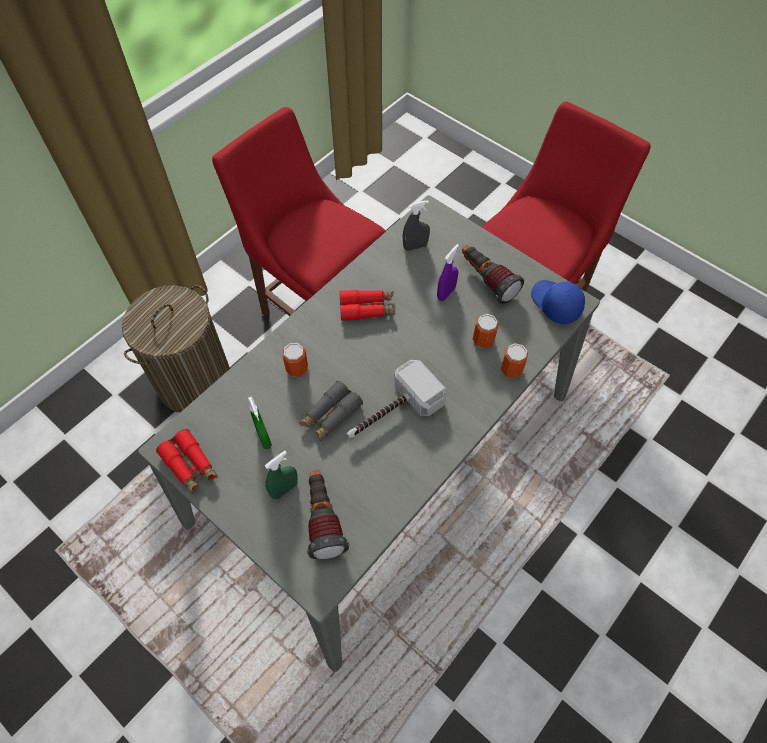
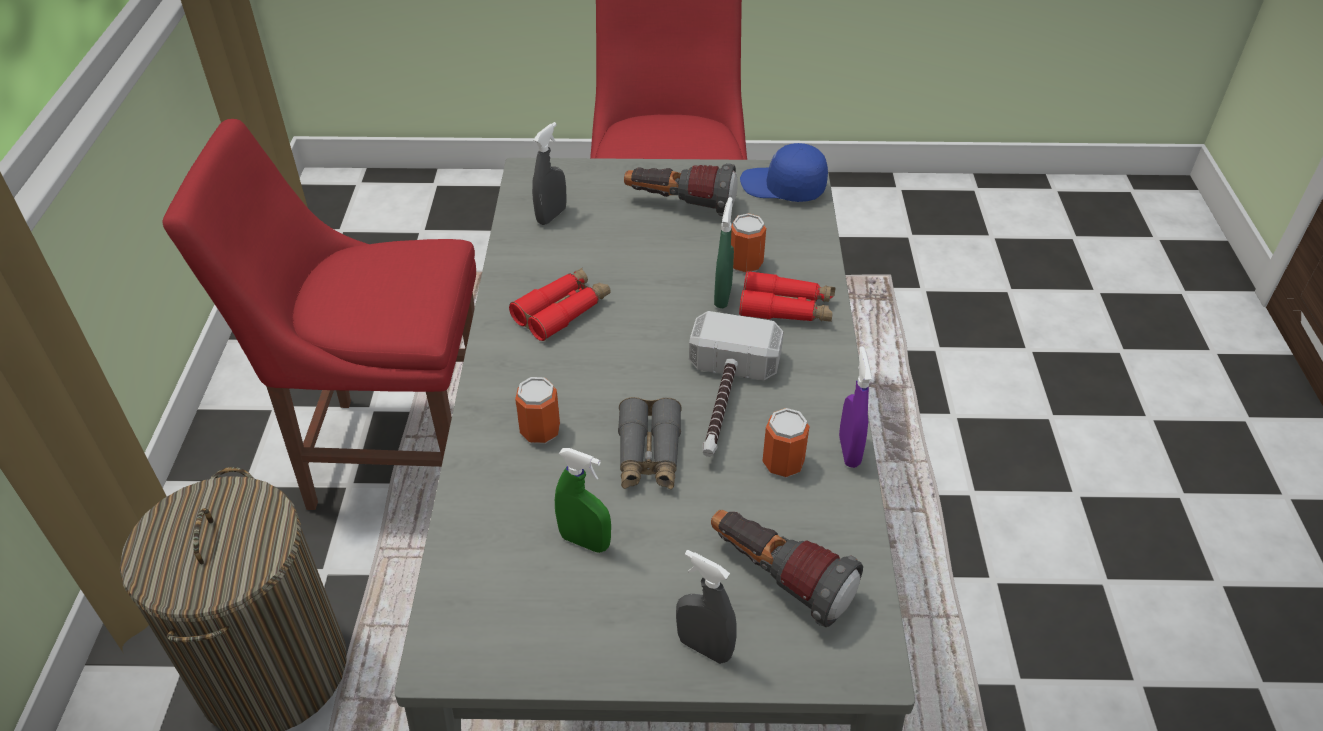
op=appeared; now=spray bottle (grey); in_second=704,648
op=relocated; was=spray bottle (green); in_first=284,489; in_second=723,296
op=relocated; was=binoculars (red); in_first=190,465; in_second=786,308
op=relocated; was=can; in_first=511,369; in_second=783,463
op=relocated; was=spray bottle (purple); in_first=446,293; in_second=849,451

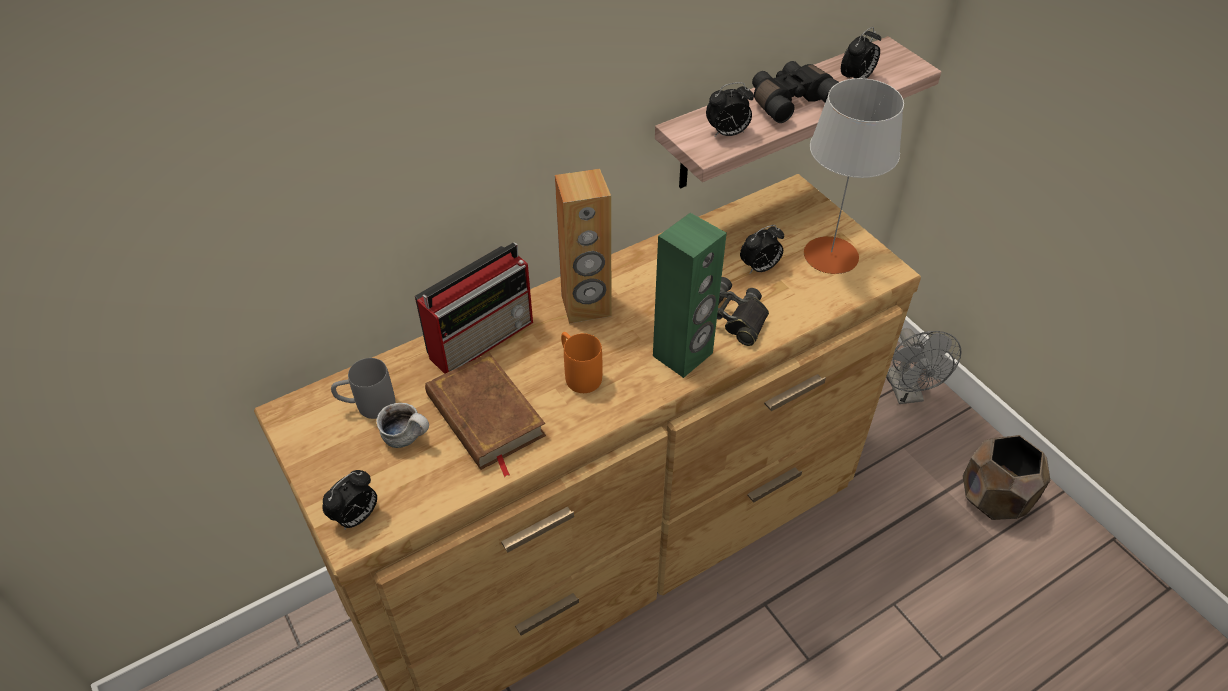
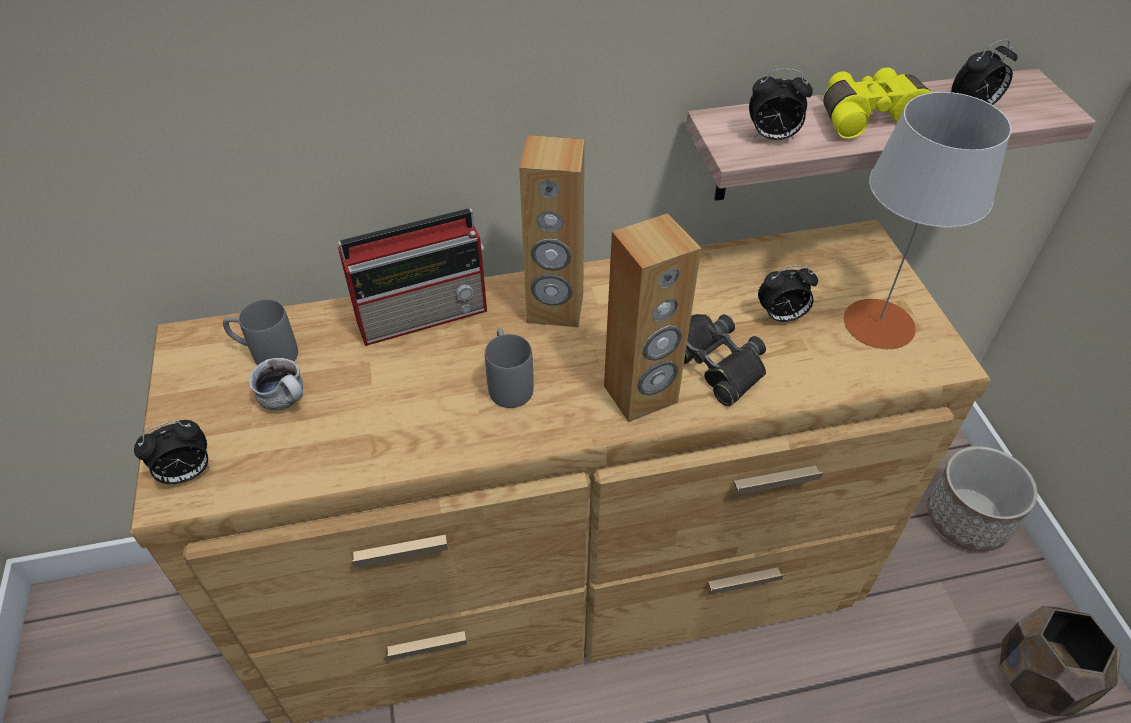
op=colour; was=mug (orange); now=mug (grey); in_first=578,373; in_second=508,383
op=colour; was=speaker (green); now=speaker (brown); in_first=683,355; in_second=641,395
op=colour; was=binoculars (black); now=binoculars (yellow); in_first=789,100; in_second=871,116
op=exchanged; was=fan (grey); now=planter; in_first=907,393; in_second=967,518
op=missing; was=book (brown); in_first=485,416

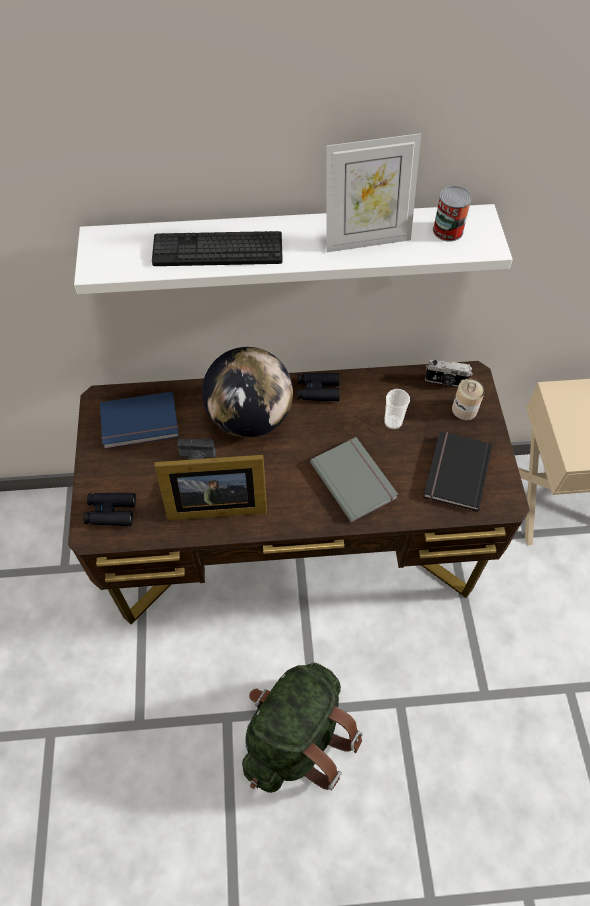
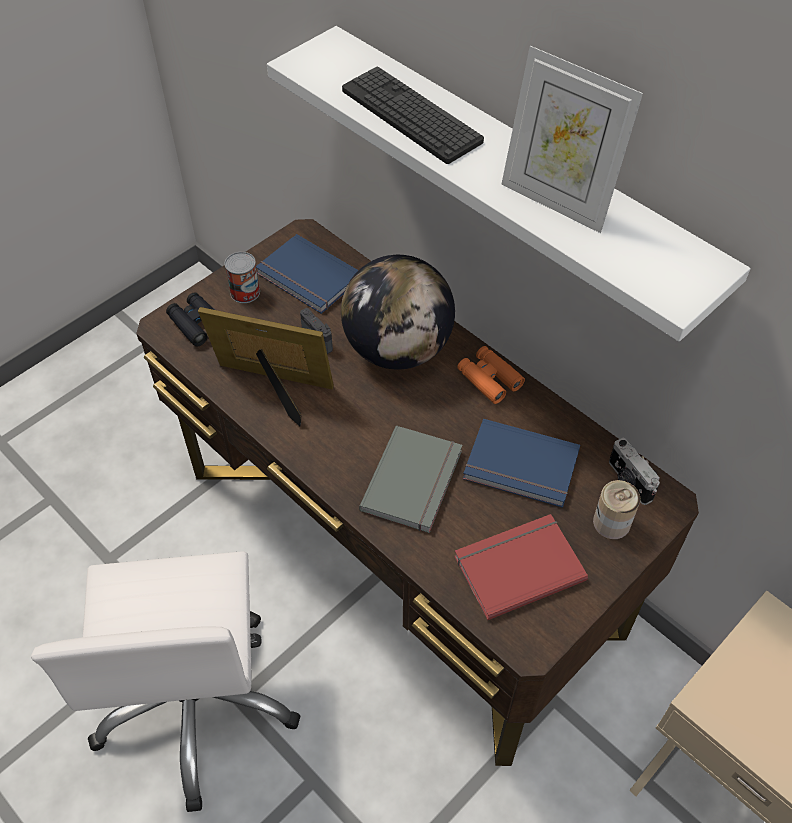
op=exchanged; was=backpack (green); now=office chair (white); in_first=296,737; in_second=197,703
op=spun; was=picture frame; in_first=213,504; in_second=275,388; clockwise=150
op=relocated; was=can; in_first=448,231; in_second=245,292
op=colour; was=book (black); now=book (red); in_first=454,472; in_second=517,566
op=colour; was=binoculars (black); now=binoculars (orange); in_first=318,390; in_second=489,379
op=exchanged; was=cup; now=book (blue); in_first=393,422; in_second=521,468

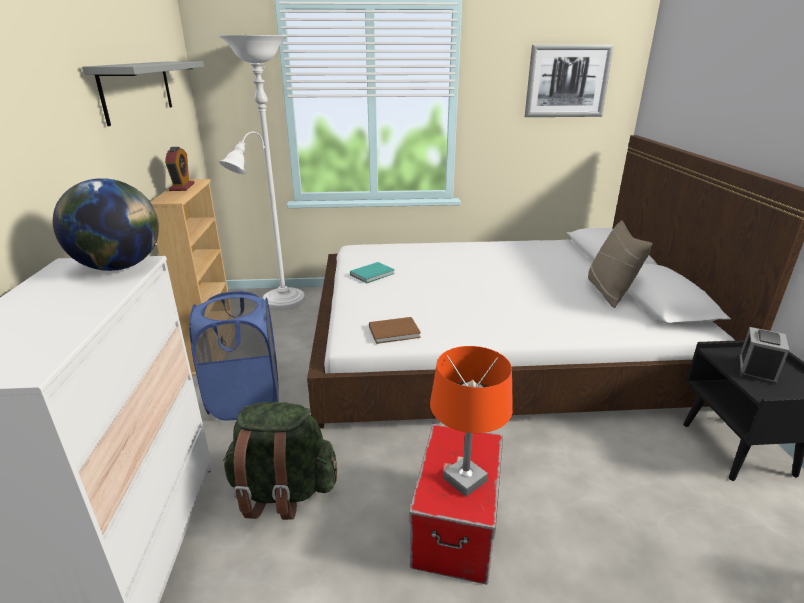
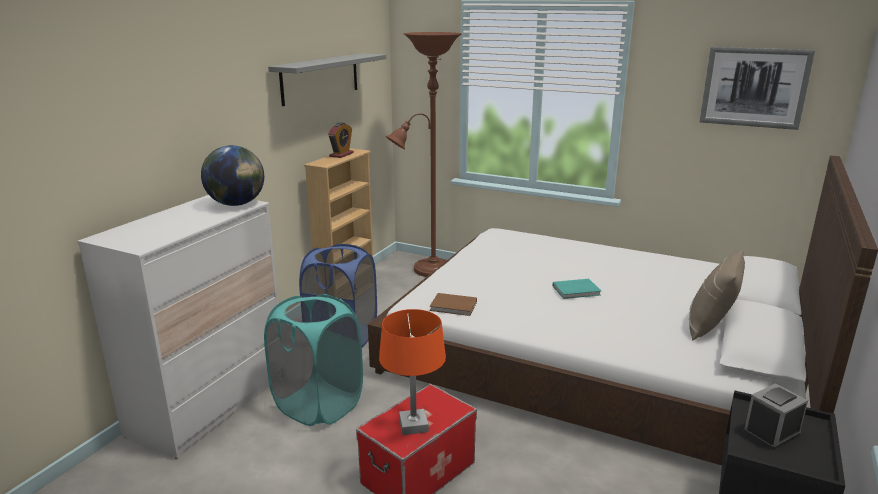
op=exchanged; was=backpack (green); now=laundry basket (turquoise); in_first=283,491; in_second=318,405
op=colour; was=floor lamp (white); now=floor lamp (brown); in_first=280,302; in_second=428,270
op=relocated; was=book (turquoise); in_first=373,274; in_second=577,291

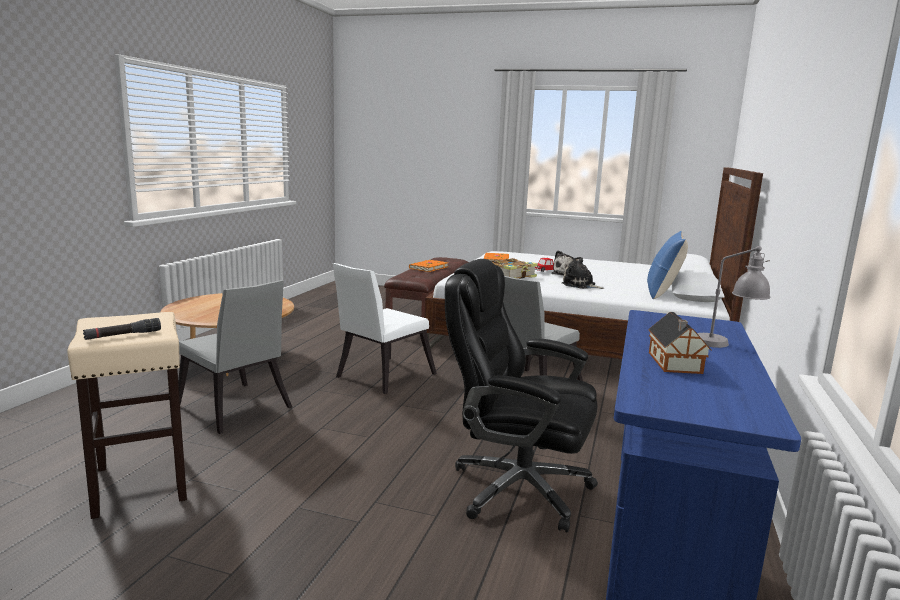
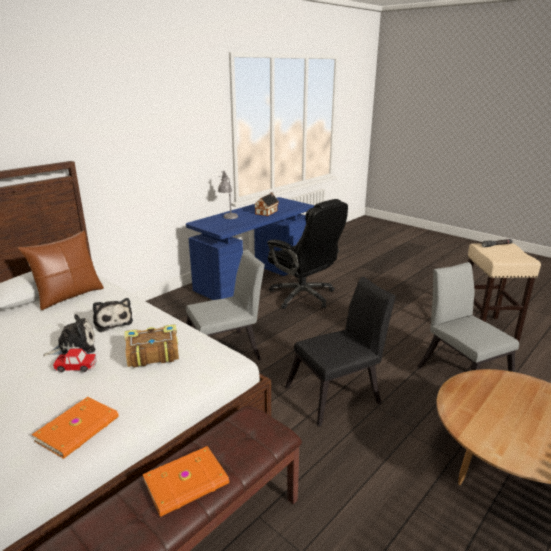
op=colour; was=pillow (blue); now=pillow (brown); in_first=662,293; in_second=69,296
op=colour; was=chair (white); now=chair (black); in_first=381,377; in_second=338,394

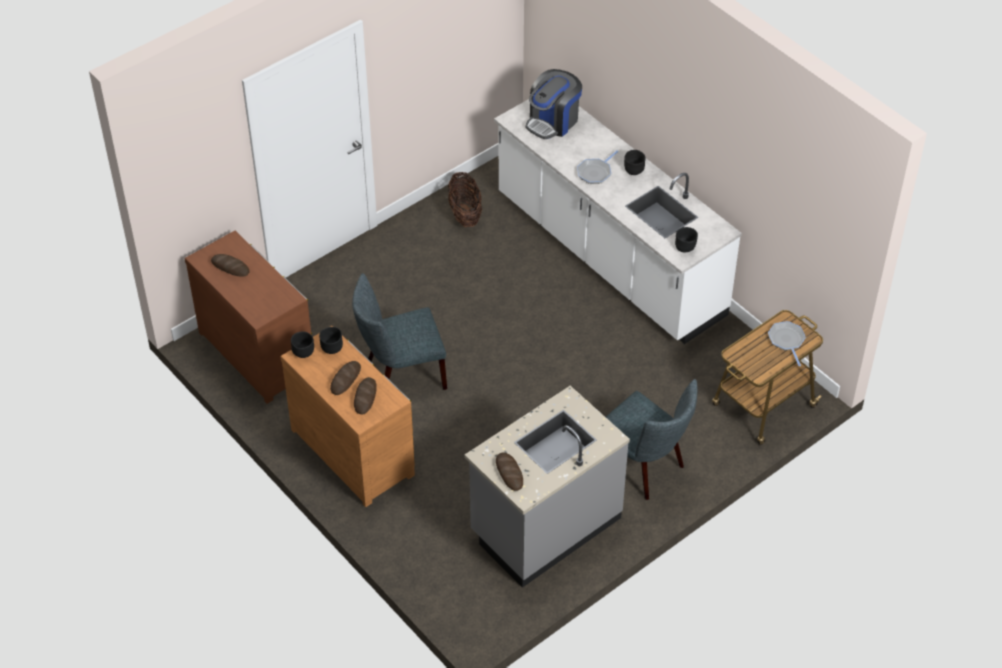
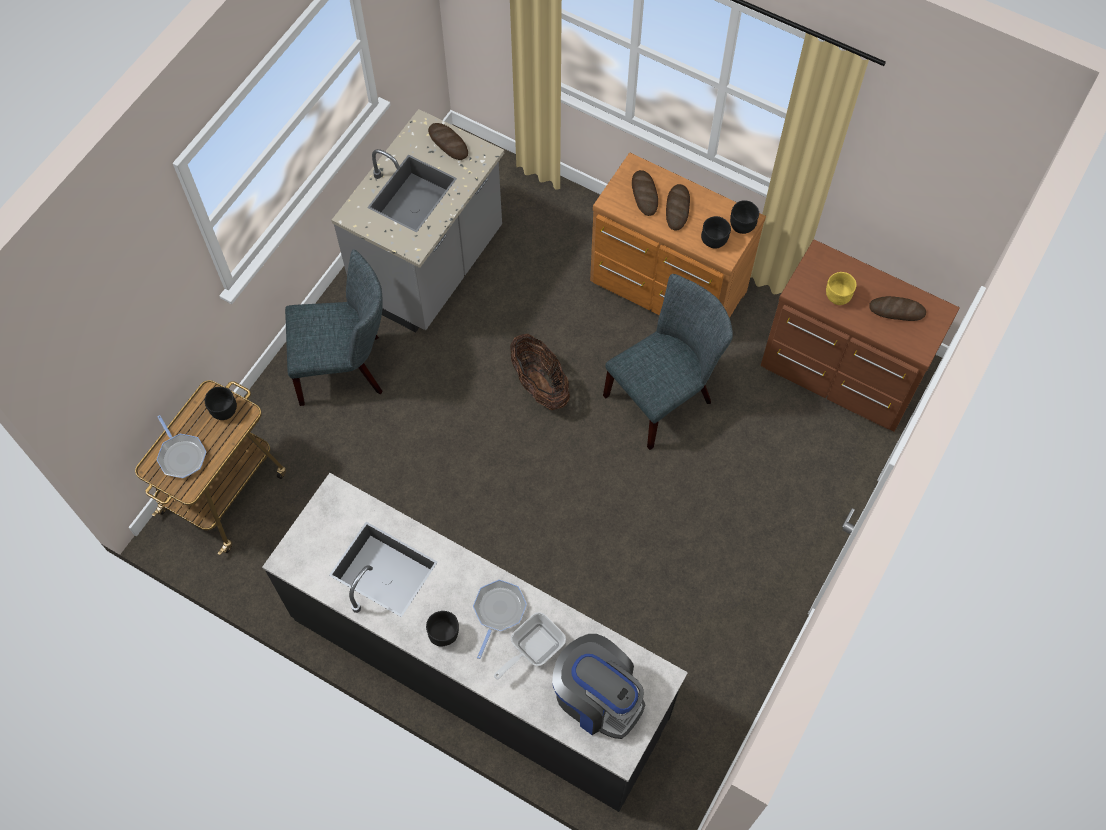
op=relocated; was=bowl (black); in_first=685,248; in_second=224,410
op=colour; was=counter (white); now=counter (black); in_first=608,256; in_second=479,668
op=spun; was=chair (grey); in_first=643,467; in_second=346,367; clockwise=150
op=appeared; now=frying pan; in_second=532,649
op=relocated; was=basket; in_first=465,214; in_second=540,385
op=spun; was=coffee machine; in_first=553,121; in_second=597,697; clockwise=105
op=appeared; now=bowl (yellow); in_second=837,297

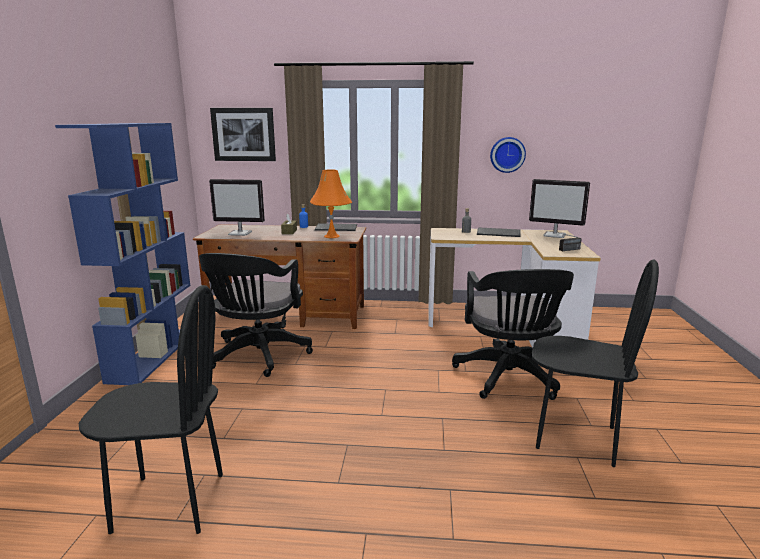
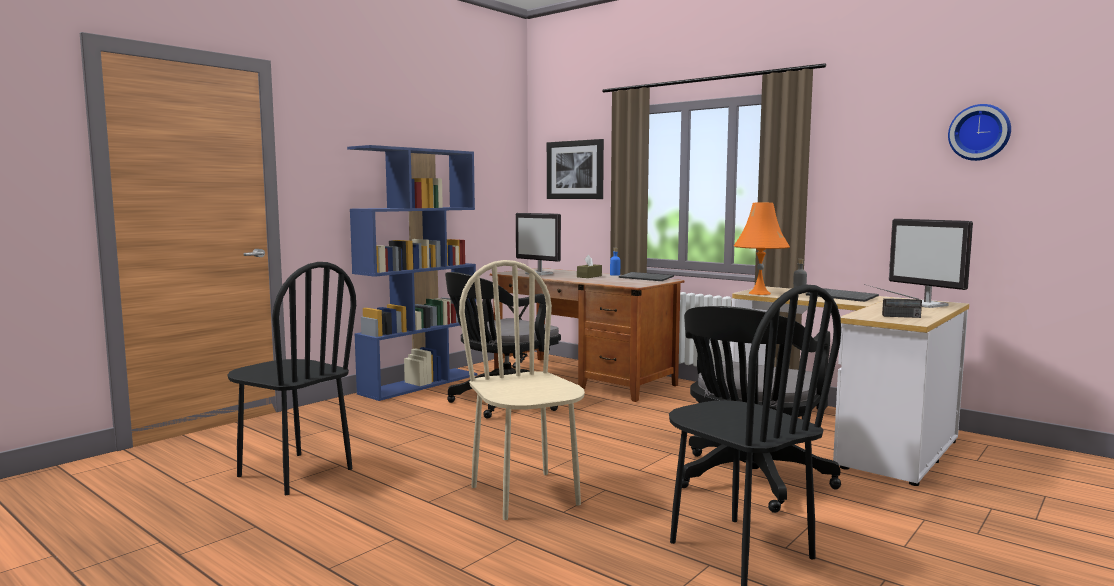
op=appeared; now=chair (beige); in_second=525,495
op=relocated; was=table lamp (orange); in_first=332,236; in_second=759,293
op=relocated; was=wall clock; in_first=507,154; in_second=979,132

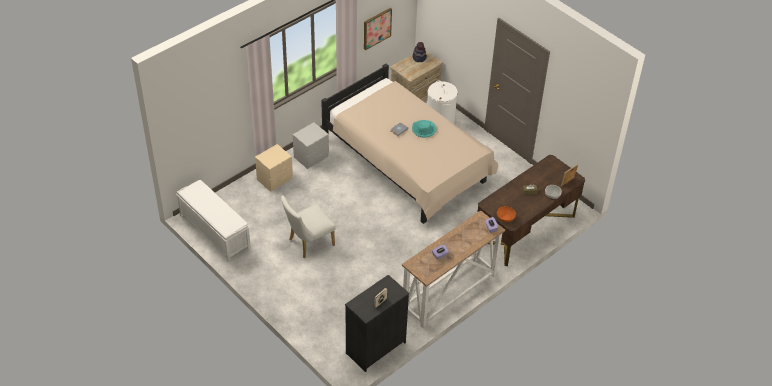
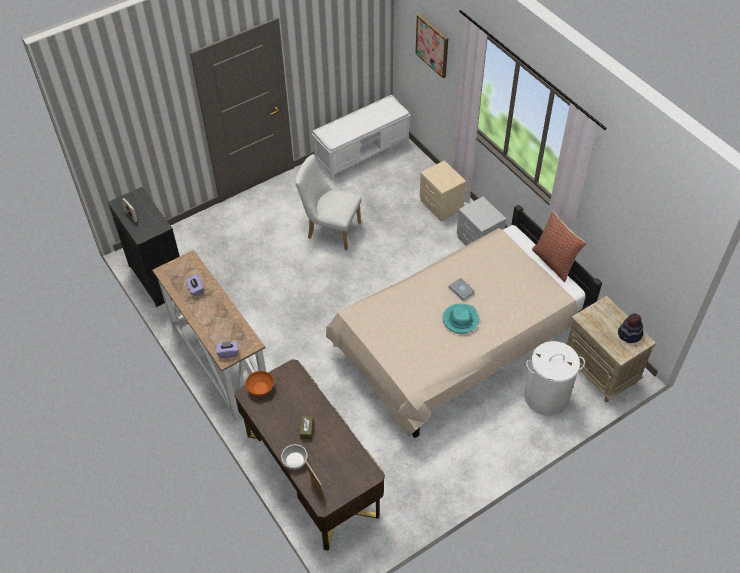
op=spun; was=chair (white); in_first=308,243; in_second=330,230; clockwise=-45
op=relocated; was=picture; in_first=377,28; in_second=432,45
op=appeared; now=pillow; in_second=554,262

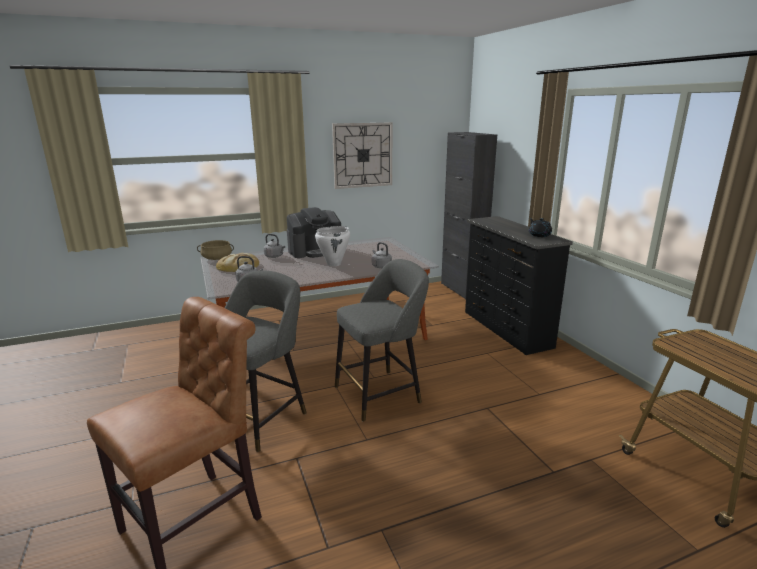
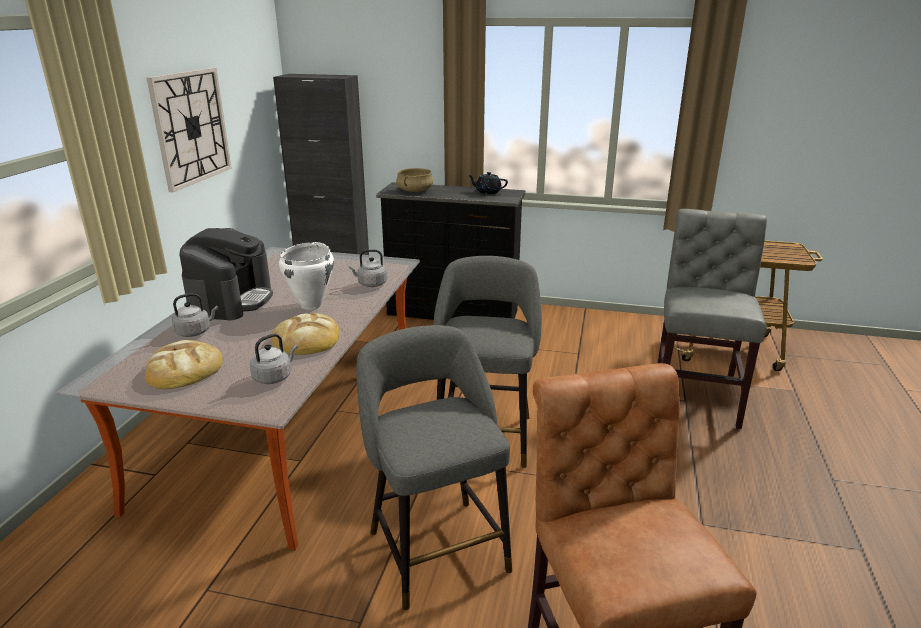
op=appeared; now=bread; in_second=307,339
op=relocated; was=cooking pot (beige); in_first=217,258; in_second=415,191
op=appeared; now=chair (grey); in_second=695,396

